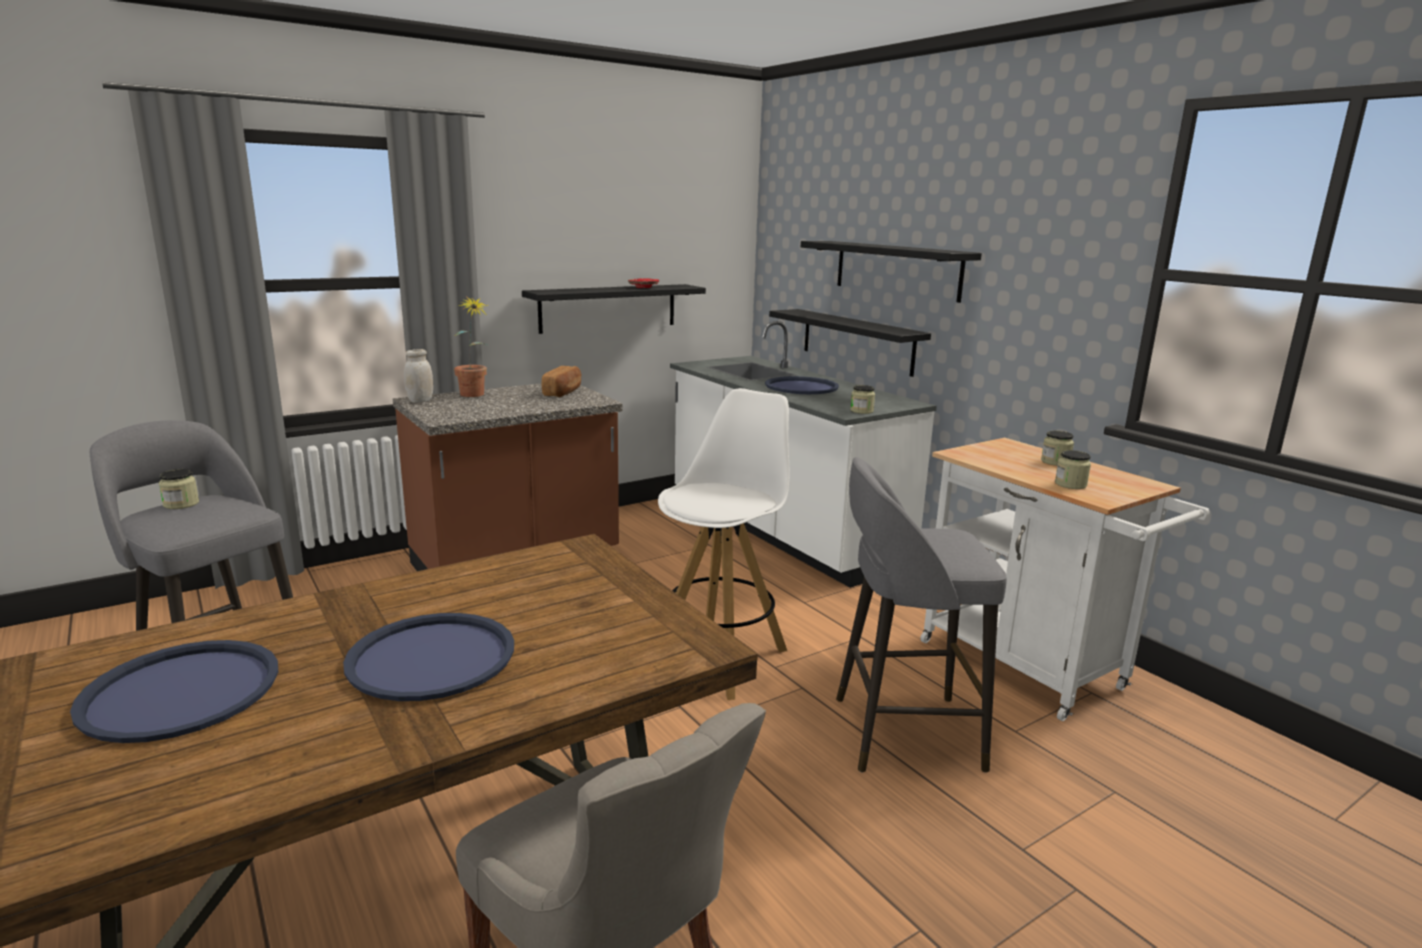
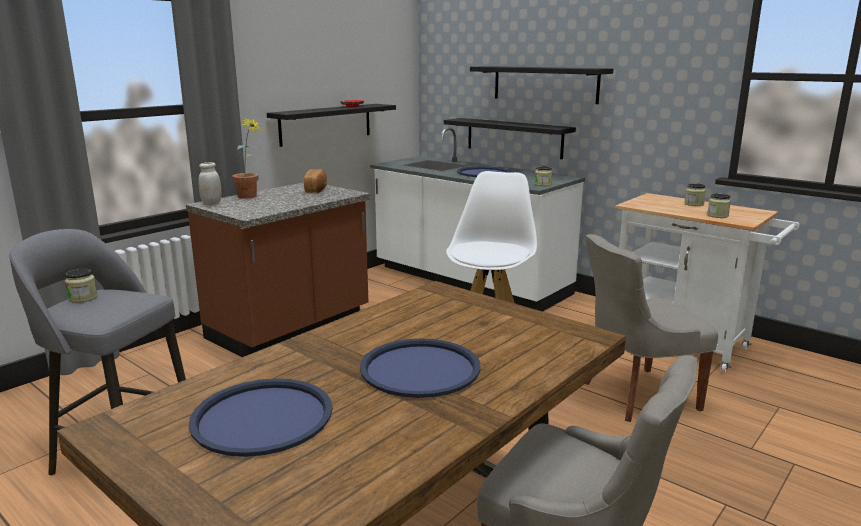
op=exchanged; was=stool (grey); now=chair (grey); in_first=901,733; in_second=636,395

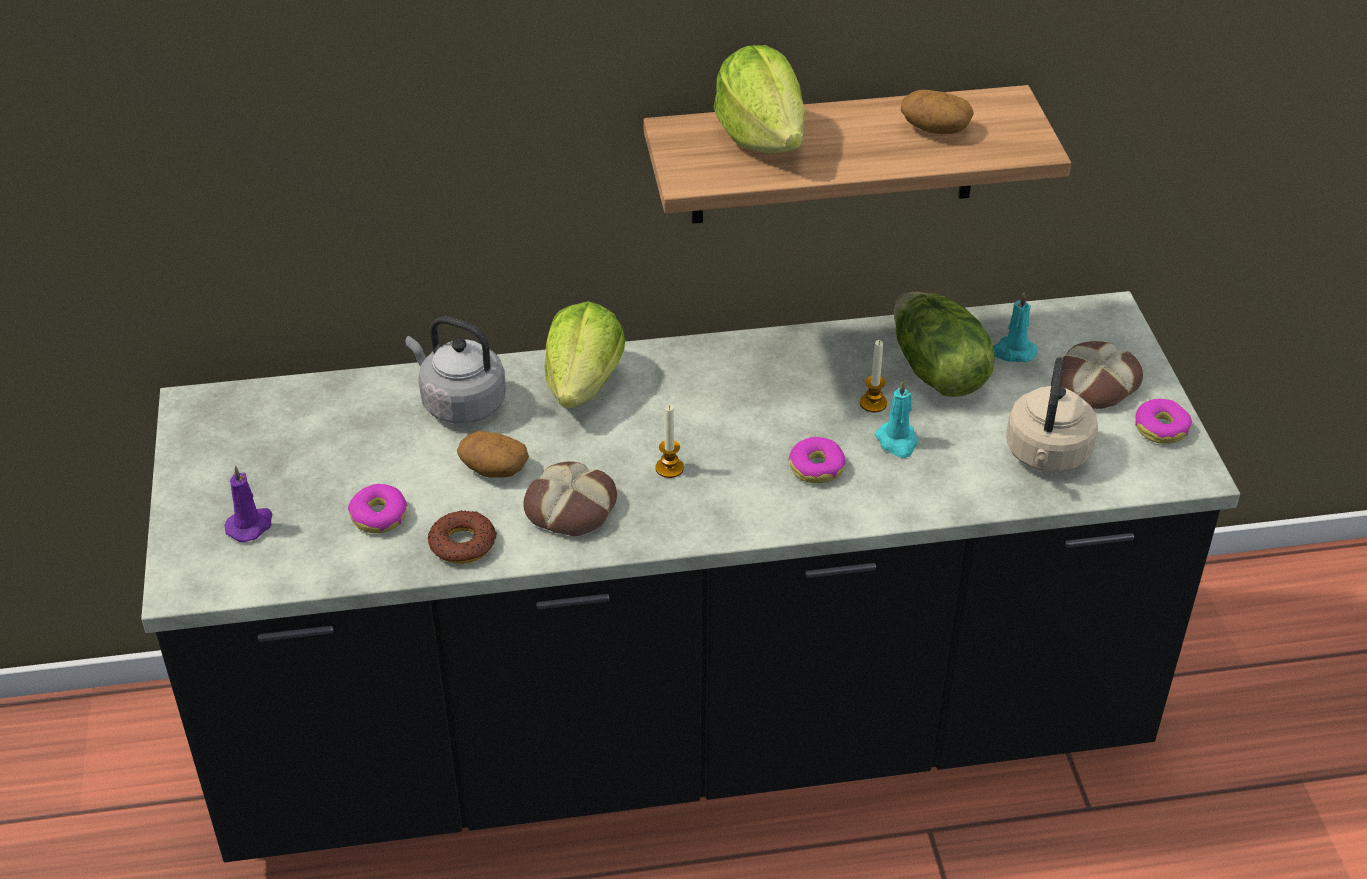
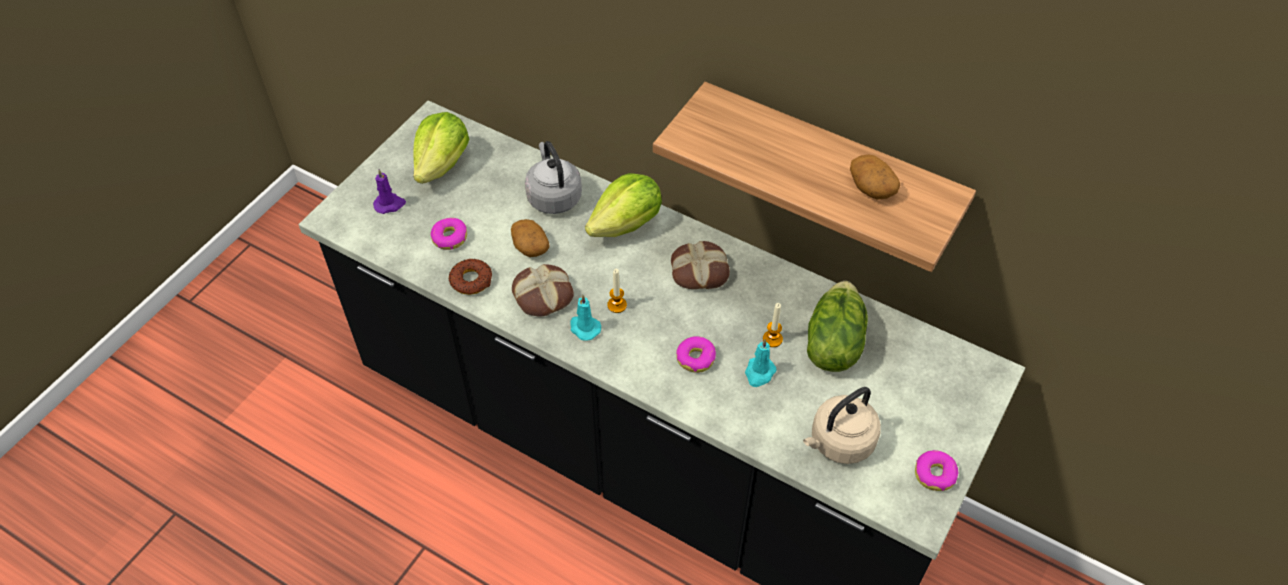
op=relocated; was=lettuce; in_first=761,137; in_second=443,164
op=relocated; was=candle (turquoise); in_first=1012,352; in_second=584,328
op=relocated; was=bread; in_first=1095,383; in_second=699,270

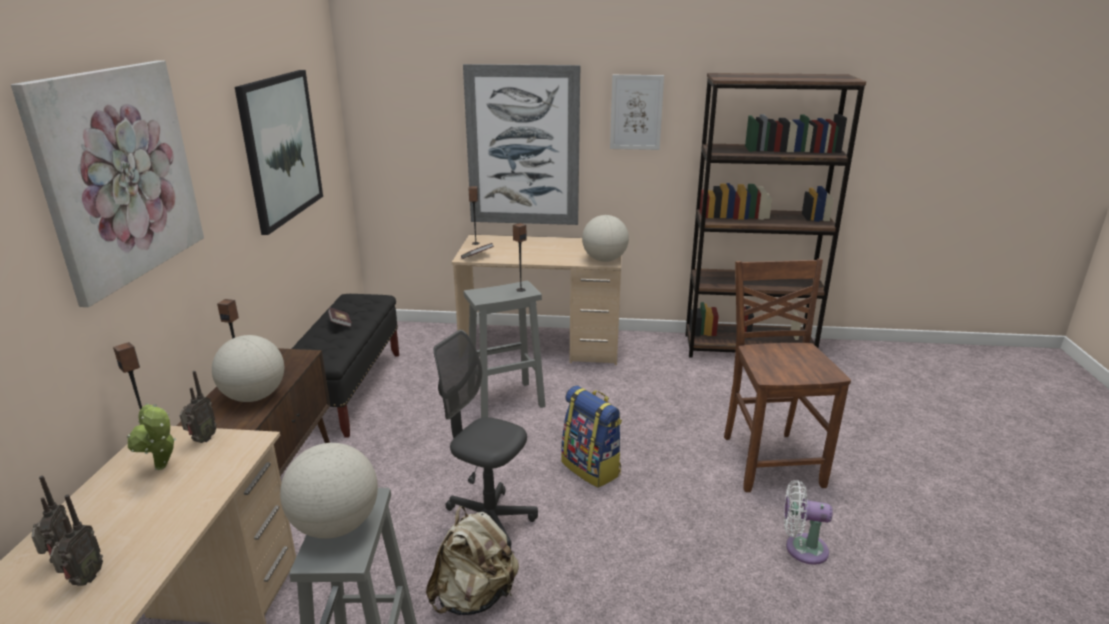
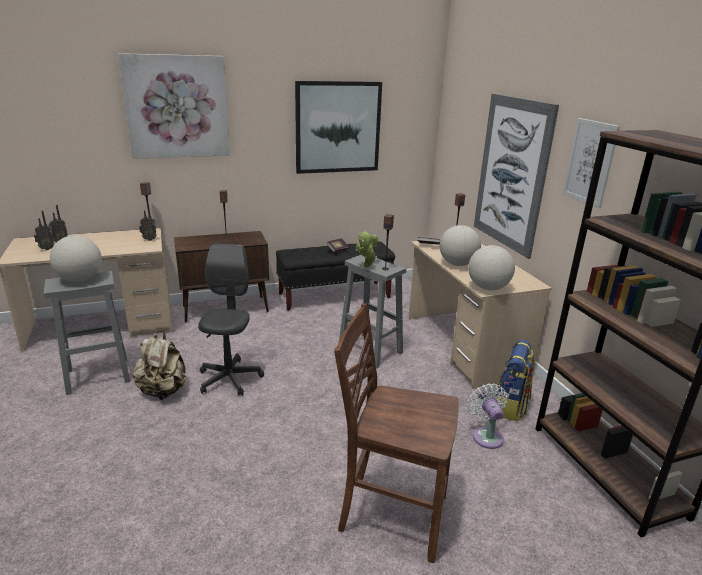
op=spun; was=chair (brown); in_first=770,460; in_second=390,513; clockwise=-135
op=relocated; was=potted plant; in_first=163,468; in_second=366,267
op=relocated; was=globe; in_first=254,397; in_second=457,264
op=relocated; was=fan (white); in_first=801,548; in_second=486,435
op=relocated; was=backpack; in_first=592,468; in_second=510,407

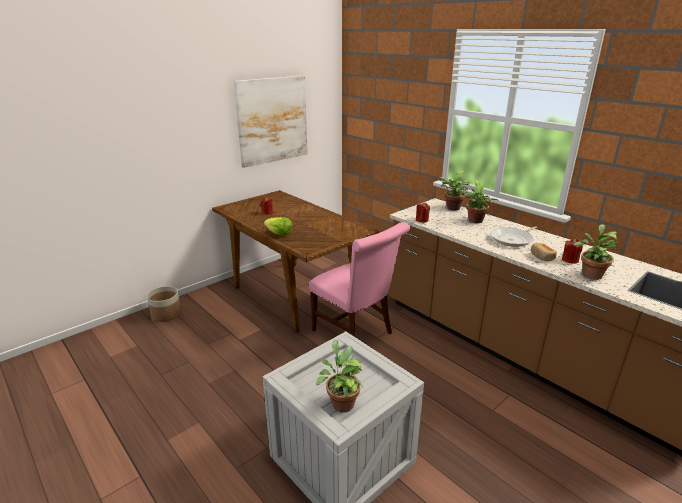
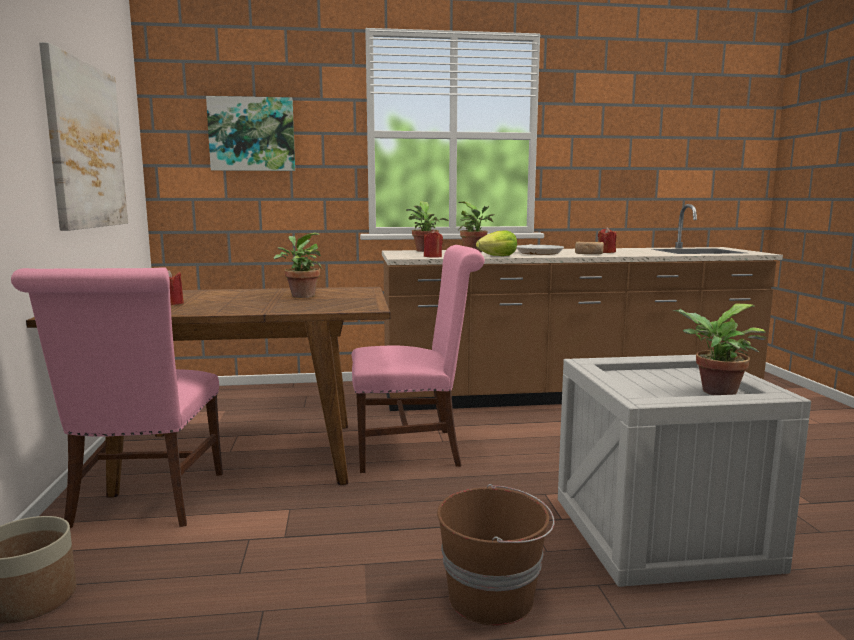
op=appeared; now=chair (pink); in_second=144,503
op=appeared; now=picture; in_second=252,134
op=relocated; was=potted plant; in_first=590,274; in_second=301,295
op=appeared; now=bucket (brown); in_second=493,597
op=relocated; was=lettuce; in_first=279,234; in_second=498,256

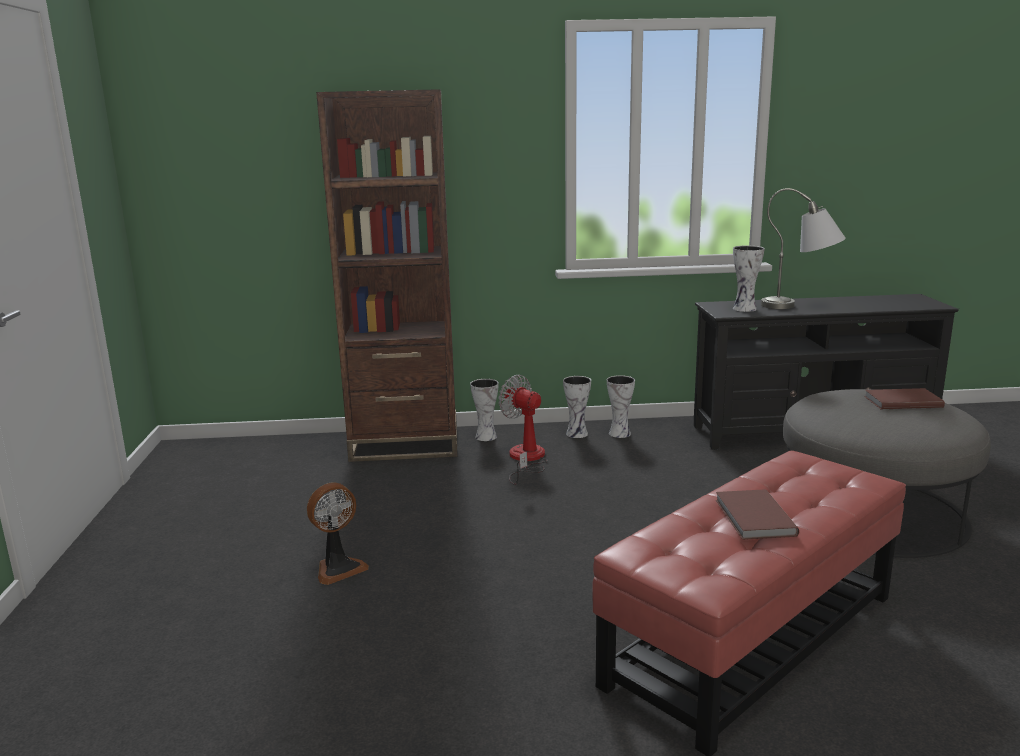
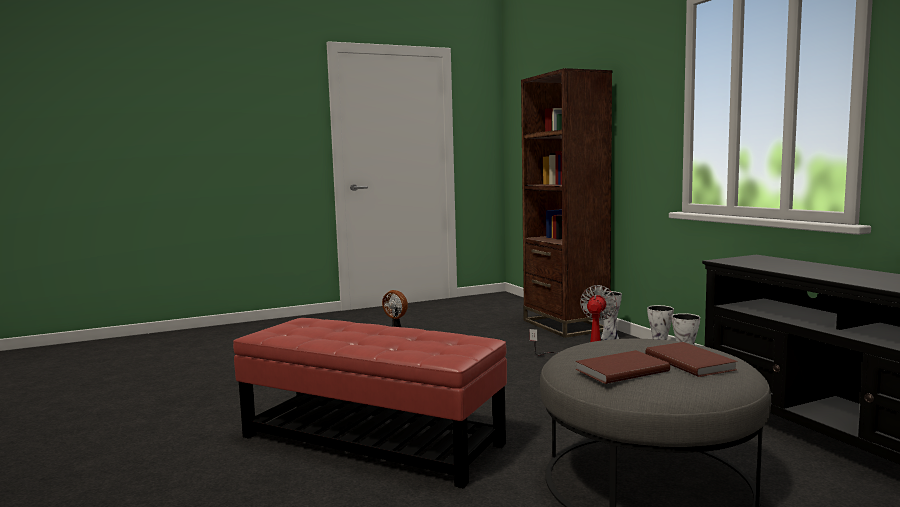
op=relocated; was=book (brown); in_first=753,518; in_second=619,370
op=missing; was=vase; in_first=745,309
op=missing; was=table lamp (grey); in_first=801,306

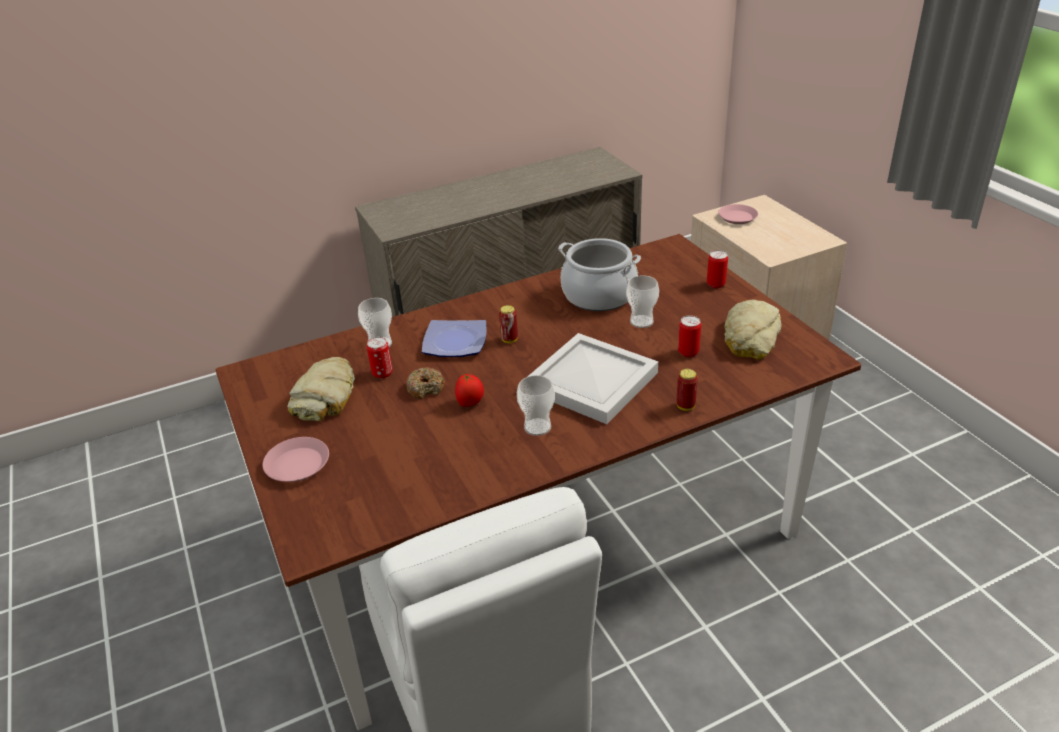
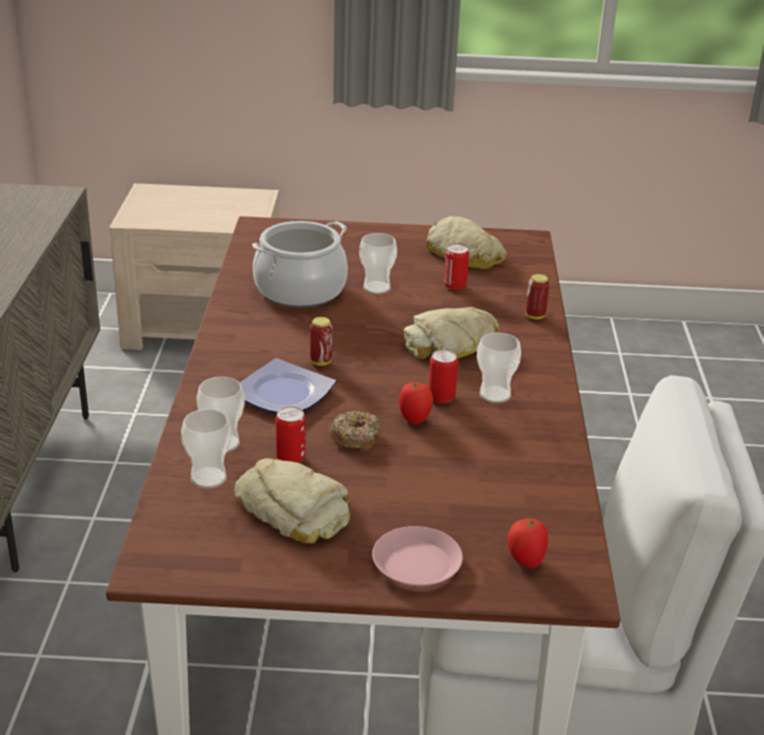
op=appeared; now=cup; in_second=208,478
op=exchanged; was=tray (white); now=bread; in_first=592,383; in_second=451,345
op=relocated; was=can; in_first=716,284; in_second=441,398
op=appeared; now=tomato; in_second=525,561
op=missing; was=plate (pink); in_first=737,217

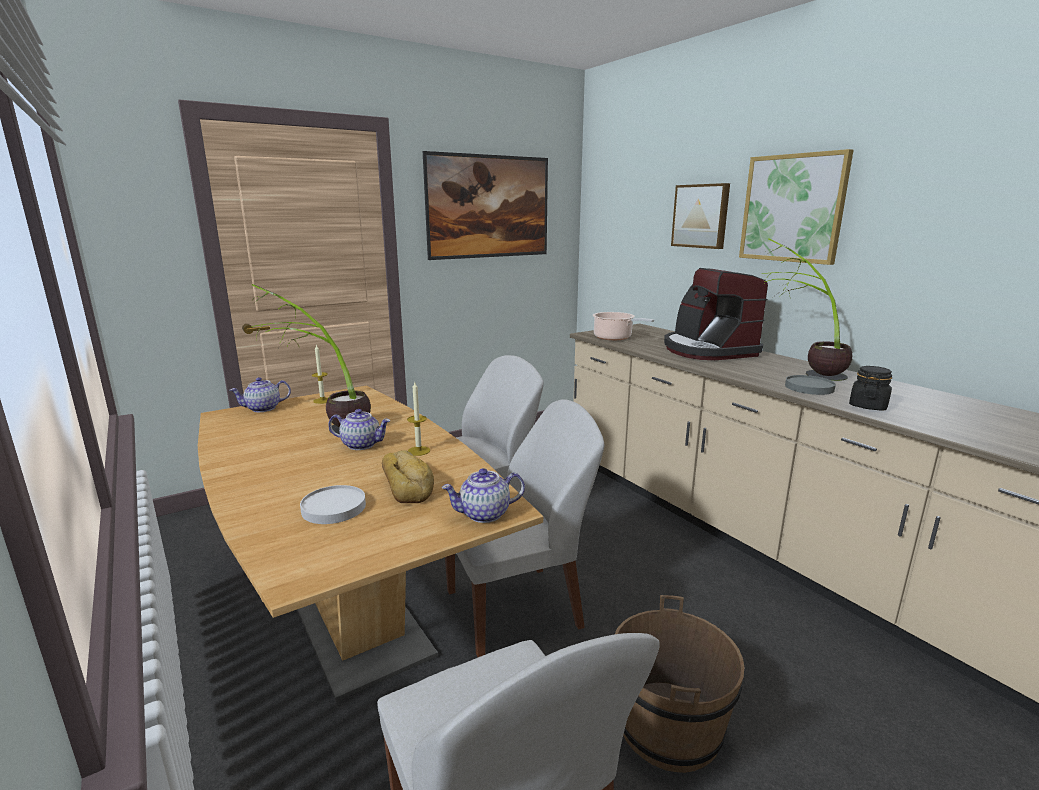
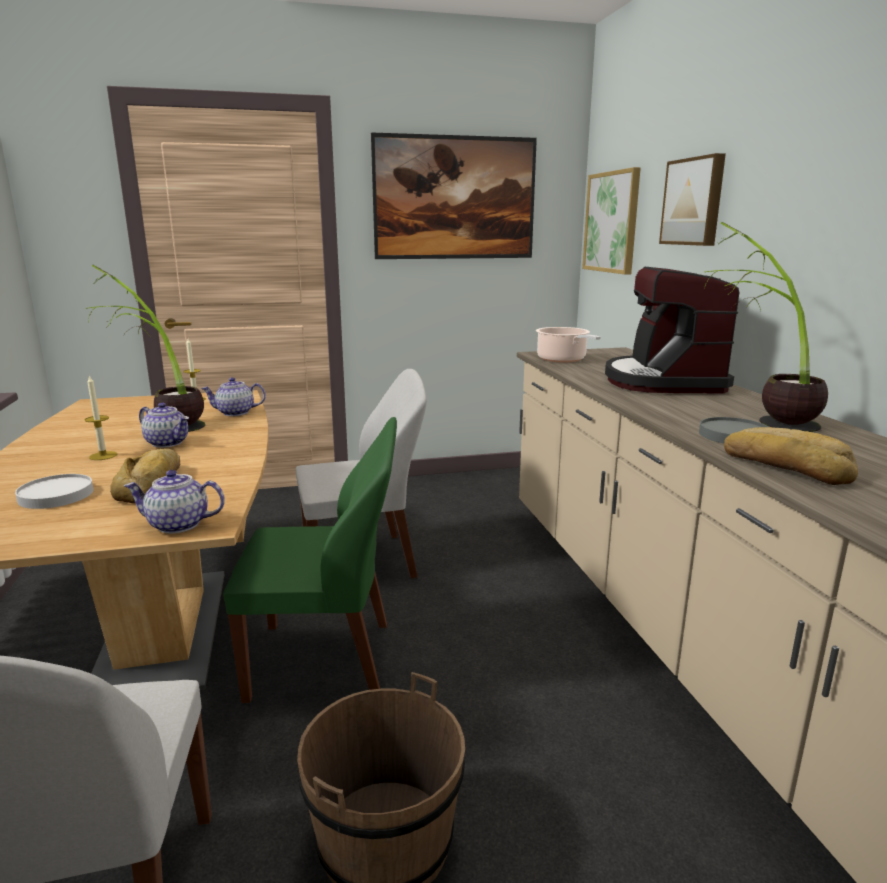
op=relocated; was=candle; in_first=418,451; in_second=103,456
op=relocated; was=teapot; in_first=263,408; in_second=235,413
op=colour; was=chair (white); now=chair (green); in_first=517,608; in_second=326,661
op=relocated; was=picture; in_first=793,208; in_second=612,222
op=exchanged; was=jar (black); now=bread; in_first=868,406; in_second=786,466

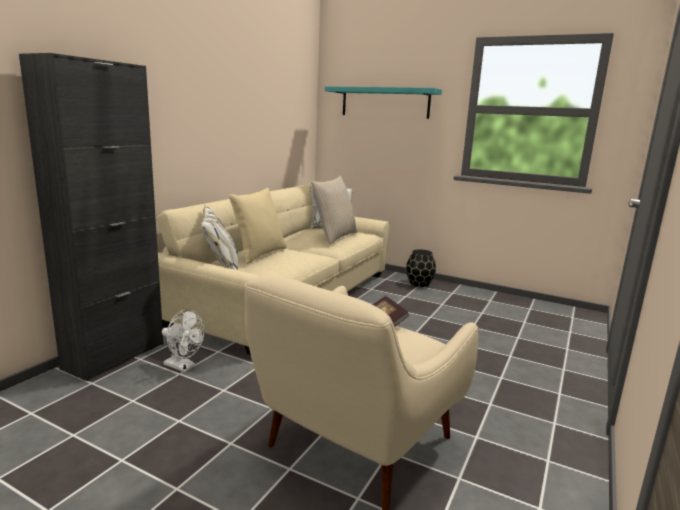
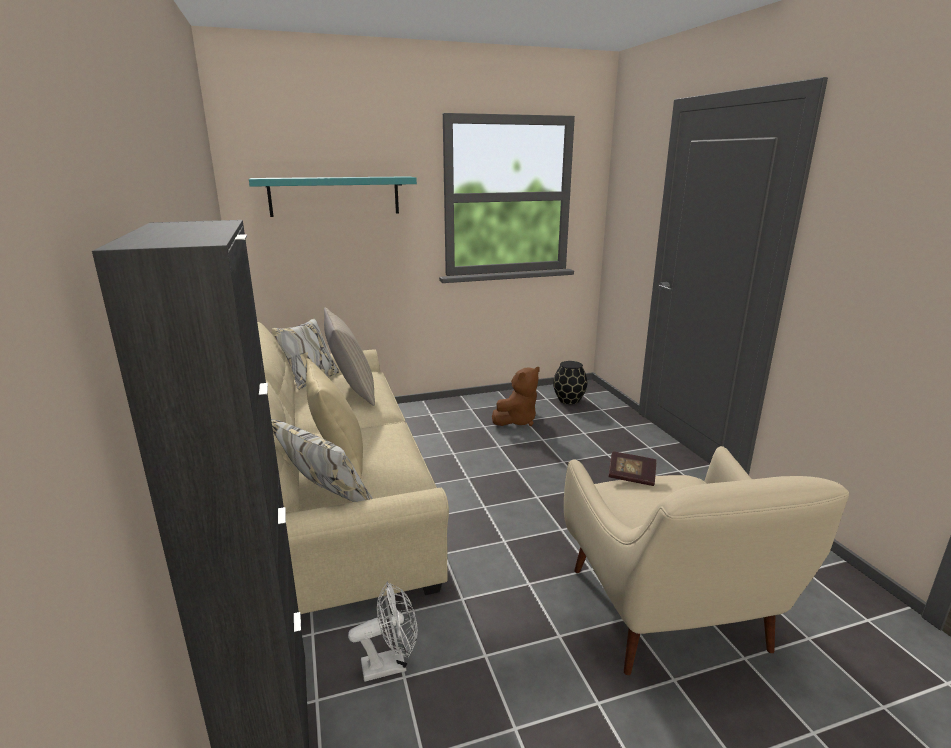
op=appeared; now=plush toy (brown); in_second=517,420
op=relocated; was=vase (black); in_first=419,283; in_second=568,400

